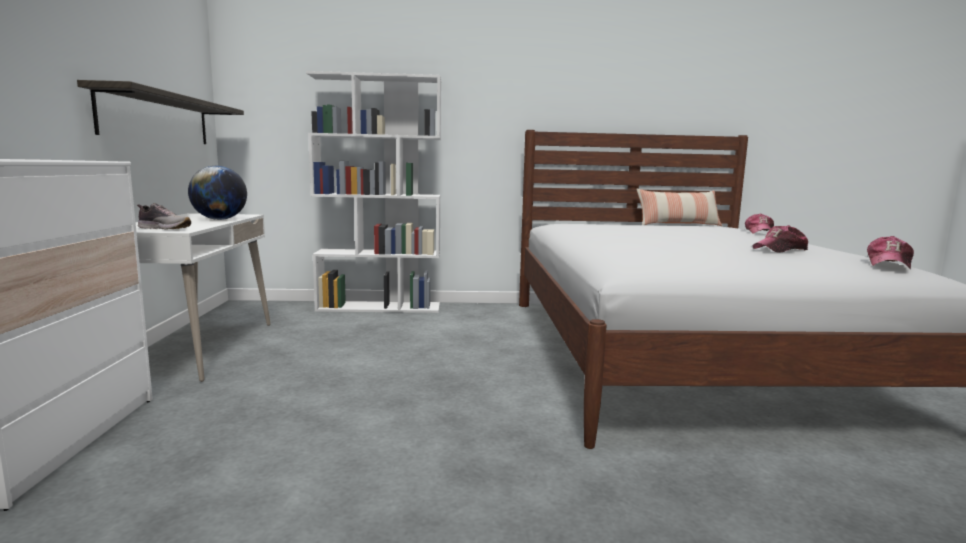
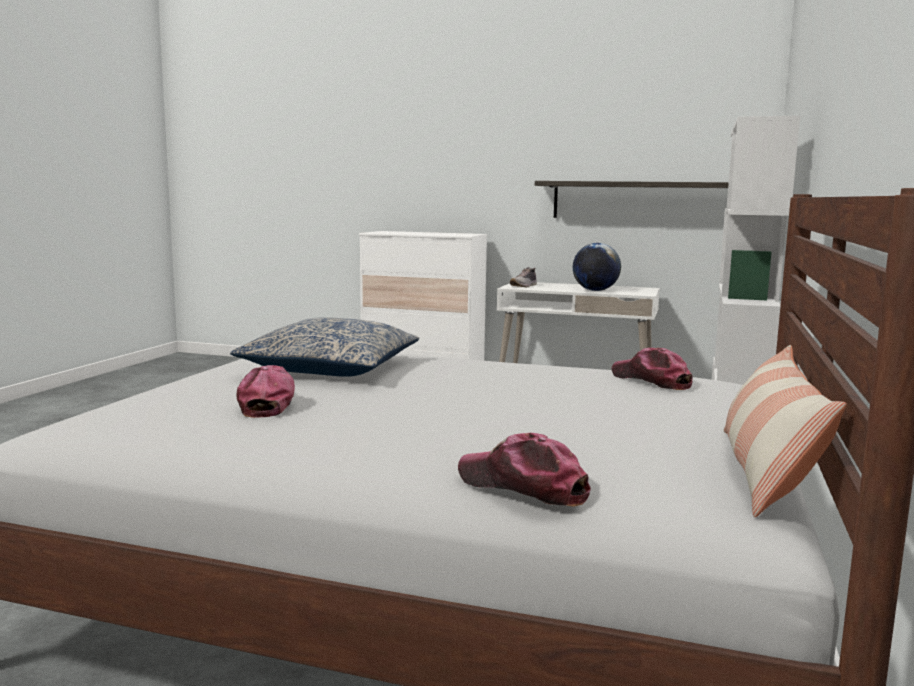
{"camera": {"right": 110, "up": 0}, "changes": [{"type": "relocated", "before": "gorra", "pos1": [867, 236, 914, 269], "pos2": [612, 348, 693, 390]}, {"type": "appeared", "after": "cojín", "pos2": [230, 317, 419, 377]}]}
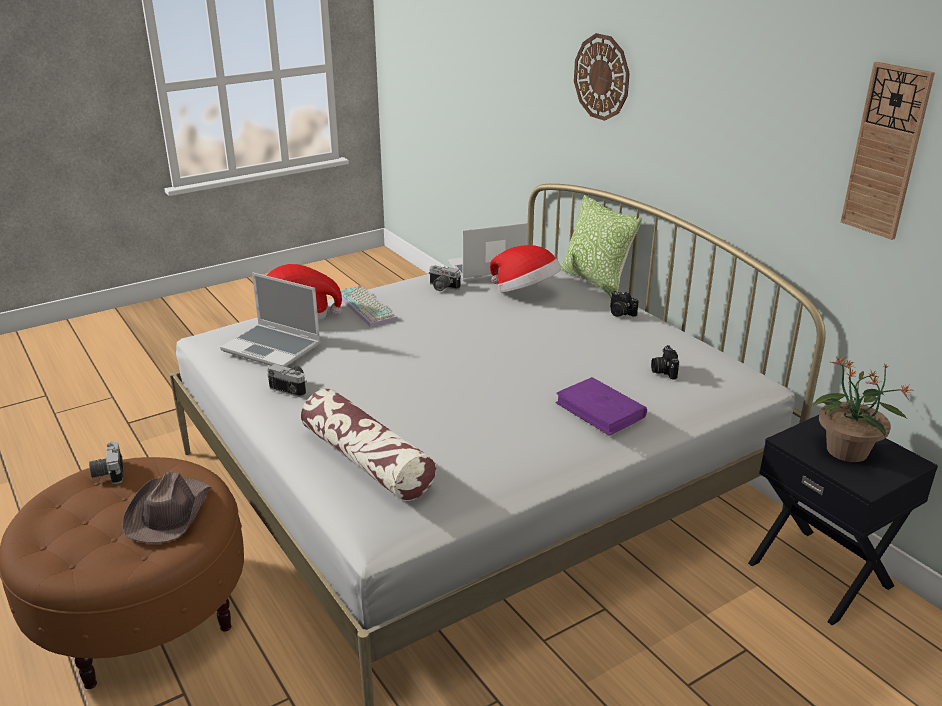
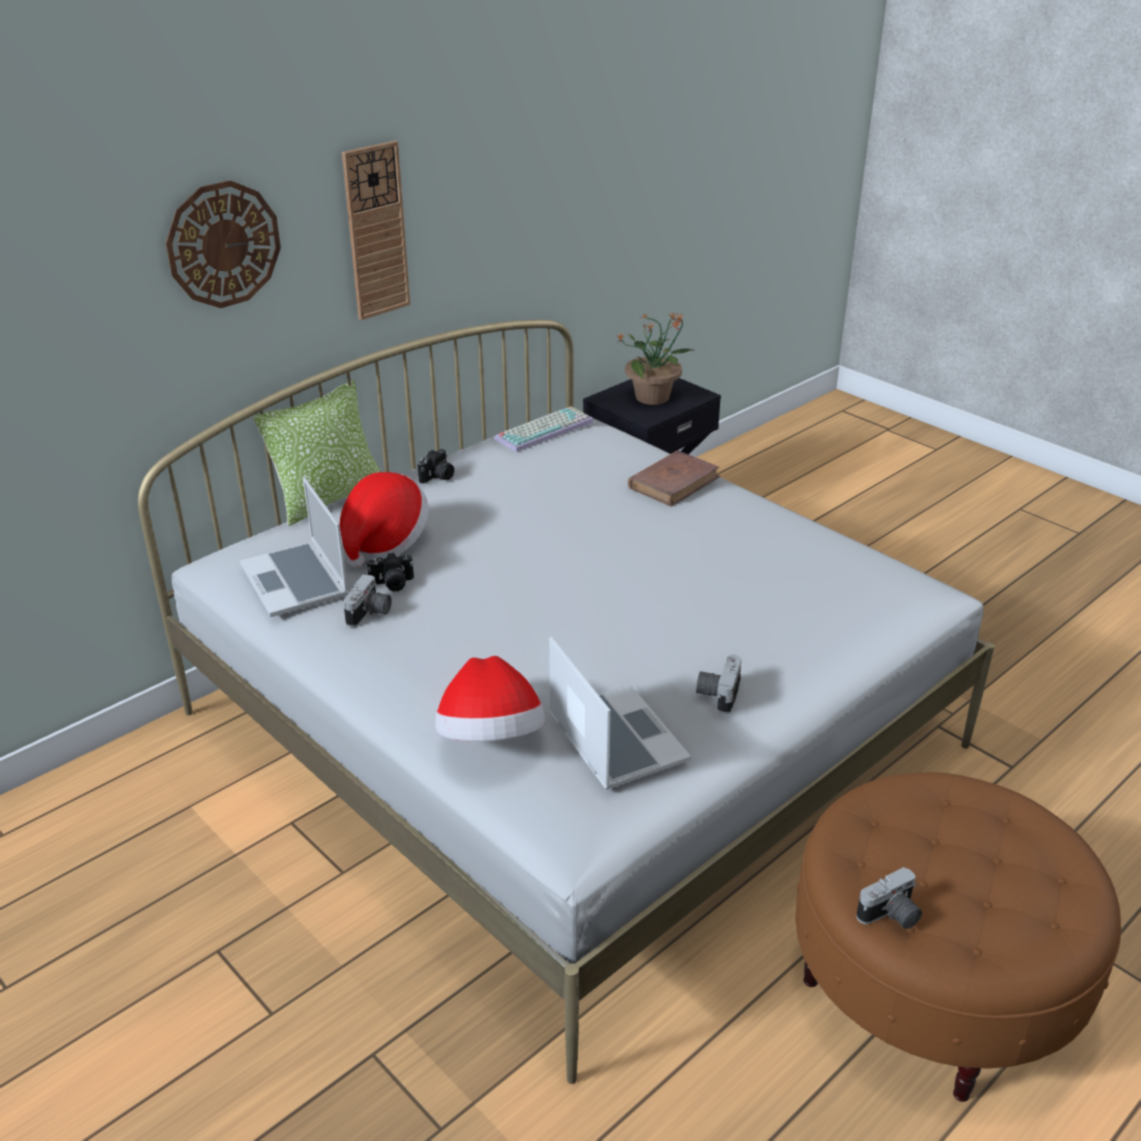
{"camera": {"right": -100, "up": 5}, "changes": [{"type": "relocated", "before": "reloj de pared", "pos1": [841, 62, 935, 240], "pos2": [342, 141, 410, 320]}, {"type": "spun", "before": "portátil", "pos1": [220, 272, 321, 367], "pos2": [549, 636, 691, 790], "turn": -45}, {"type": "relocated", "before": "teclado", "pos1": [340, 285, 398, 327], "pos2": [495, 406, 594, 452]}, {"type": "relocated", "before": "cámara", "pos1": [651, 345, 679, 380], "pos2": [367, 552, 414, 592]}, {"type": "colour", "before": "libro/morado", "after": "libro/marrón", "pos1": [556, 377, 647, 436], "pos2": [628, 450, 720, 507]}, {"type": "missing", "before": "cojín", "pos1": [301, 389, 436, 501]}, {"type": "missing", "before": "sombrero/marrón", "pos1": [122, 472, 211, 544]}]}
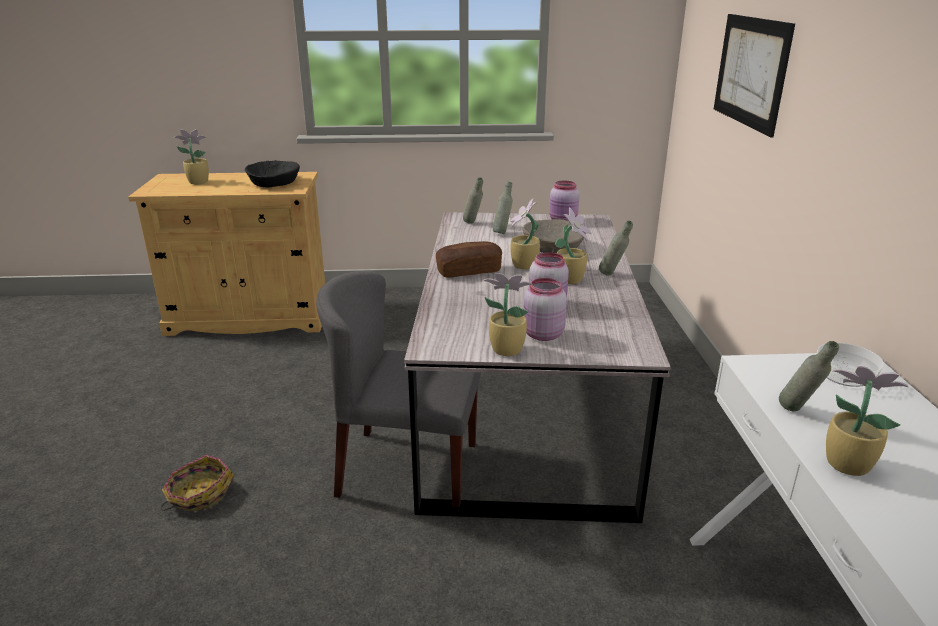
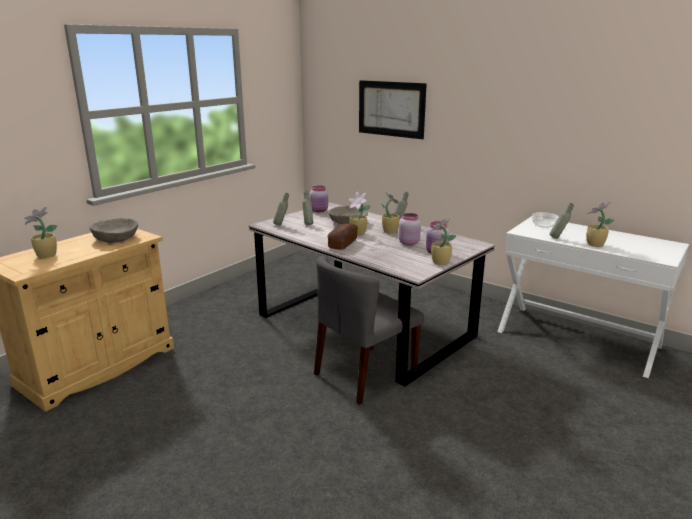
{"camera": {"right": -50, "up": -5}, "changes": [{"type": "colour", "before": "cuenco/negro", "after": "cuenco/beis", "pos1": [245, 160, 300, 187], "pos2": [89, 218, 138, 243]}, {"type": "missing", "before": "cesta", "pos1": [161, 455, 234, 512]}]}
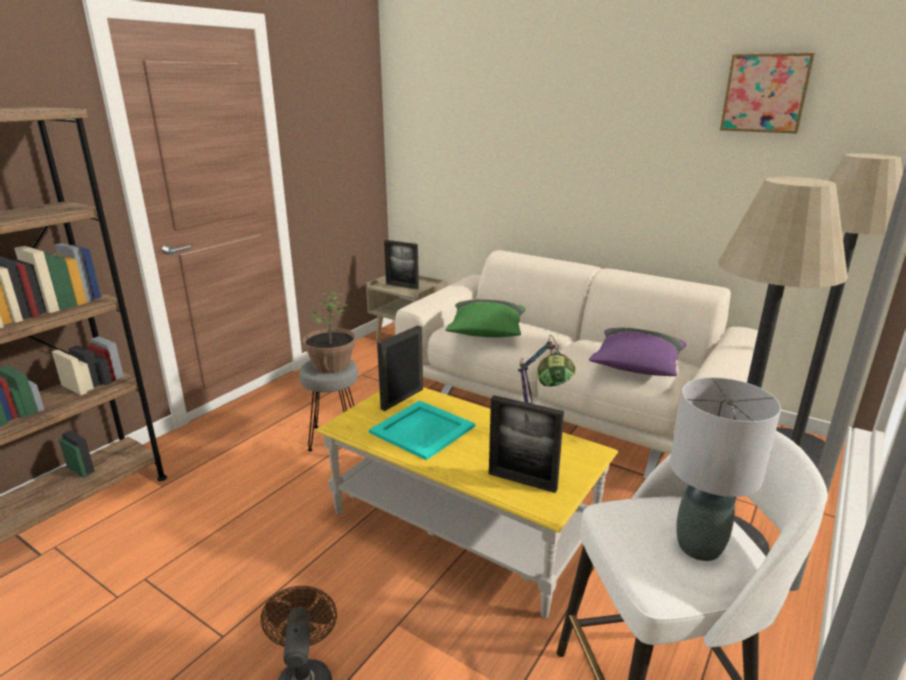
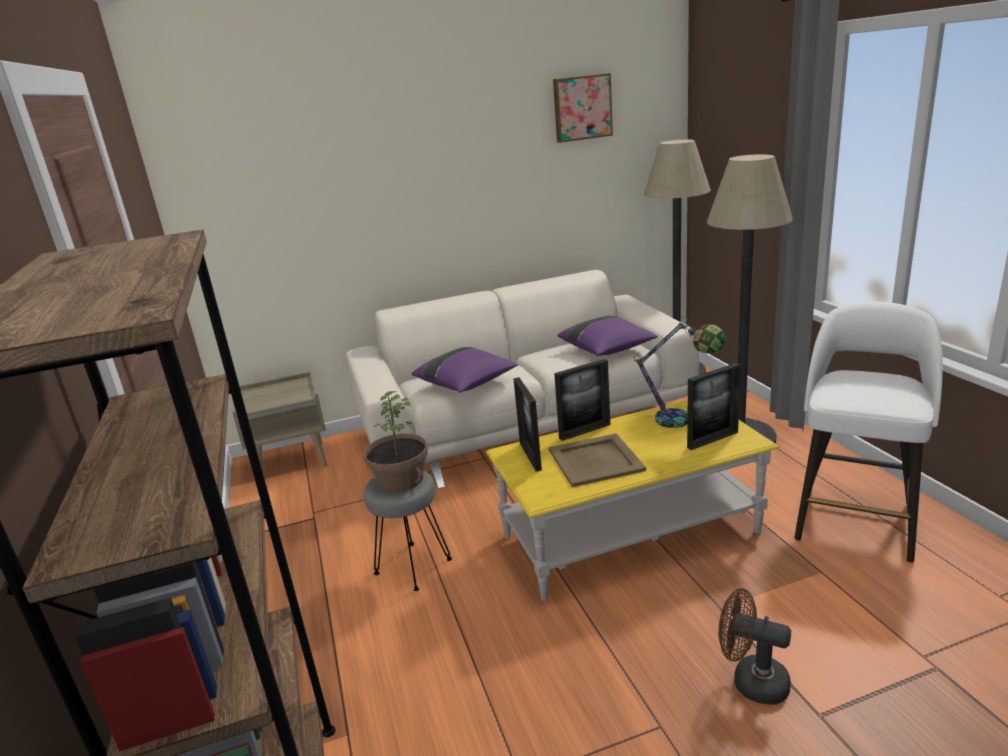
{"camera": {"right": -50, "up": 0}, "changes": [{"type": "relocated", "before": "portarretratos", "pos1": [384, 240, 419, 289], "pos2": [554, 359, 610, 441]}, {"type": "colour", "before": "cojín/verde", "after": "cojín/morado", "pos1": [446, 299, 525, 337], "pos2": [411, 347, 518, 393]}, {"type": "missing", "before": "lámpara de mesa/gris", "pos1": [670, 377, 781, 561]}, {"type": "colour", "before": "bandeja/turquesa", "after": "bandeja/beis", "pos1": [369, 400, 475, 460], "pos2": [549, 433, 646, 487]}]}
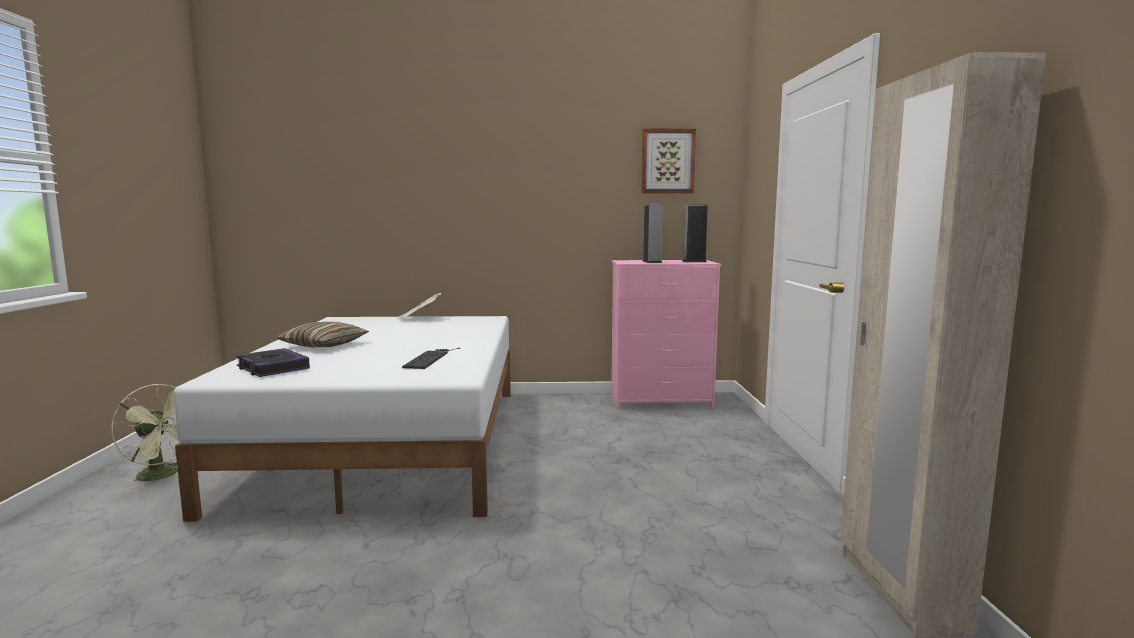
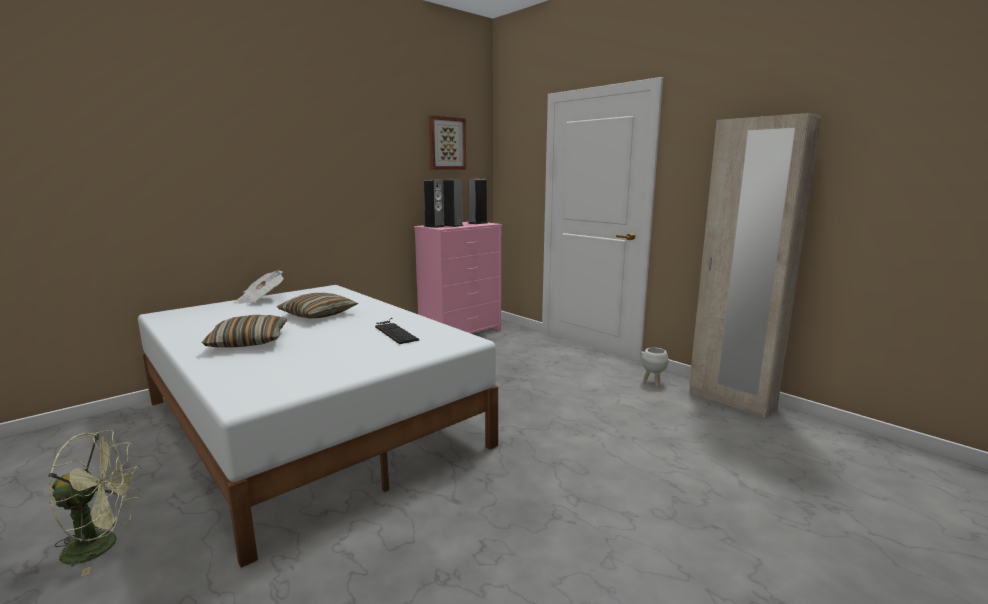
{"camera": {"right": -40, "up": 5}, "changes": [{"type": "missing", "before": "libro", "pos1": [236, 348, 310, 377]}, {"type": "appeared", "after": "altavoz", "pos2": [424, 179, 444, 228]}, {"type": "appeared", "after": "cojín", "pos2": [277, 293, 358, 319]}, {"type": "appeared", "after": "maceta/blanco", "pos2": [642, 347, 668, 387]}]}
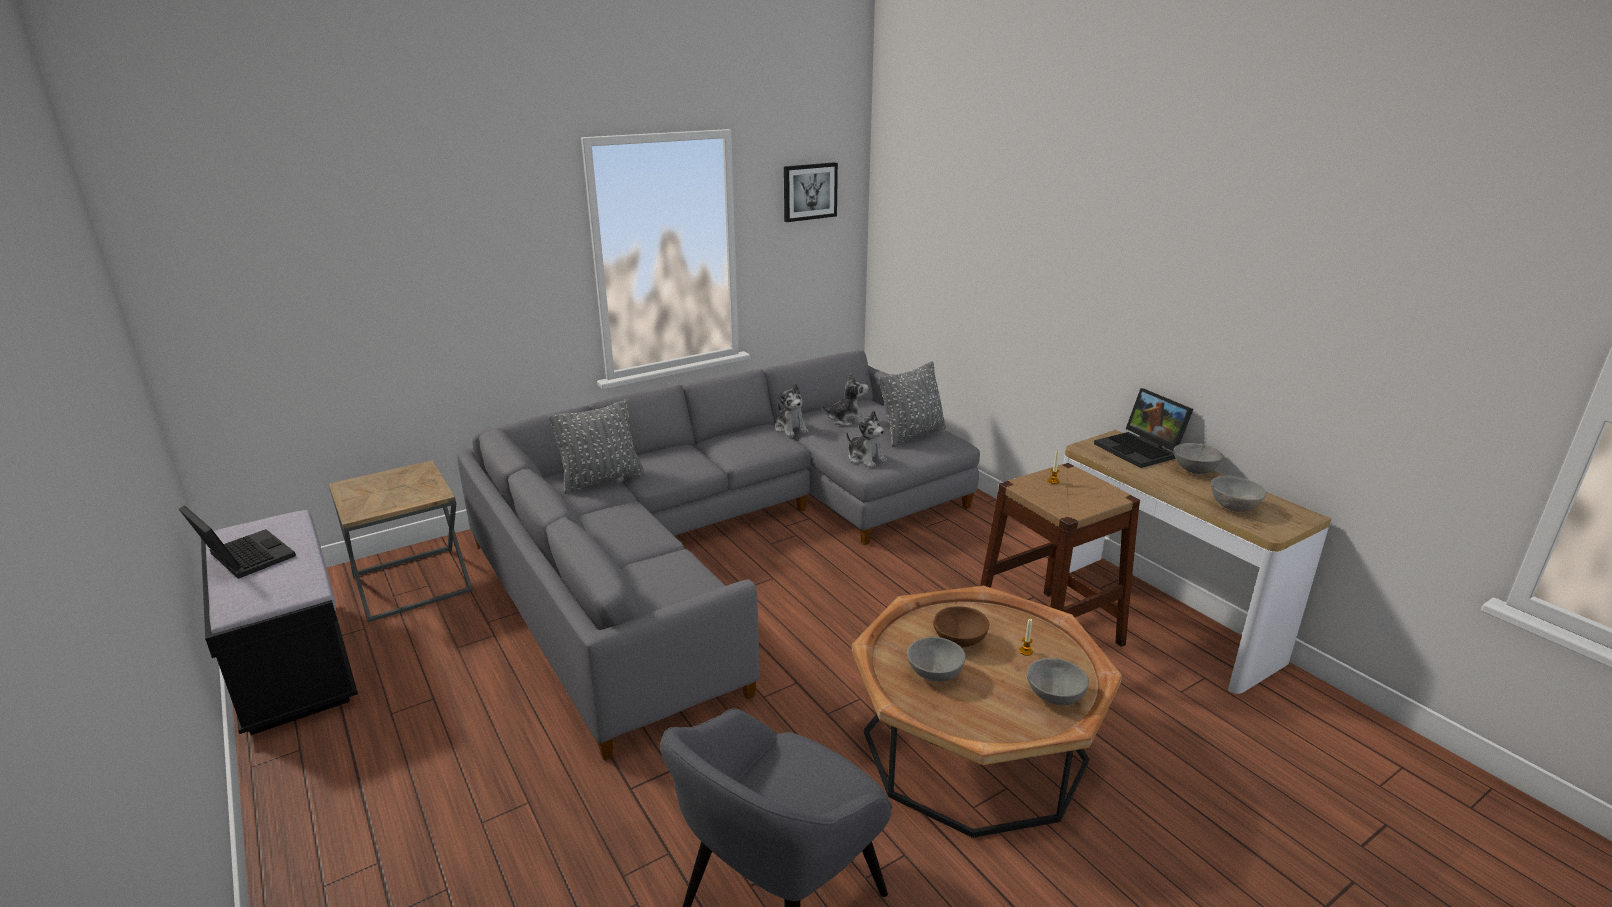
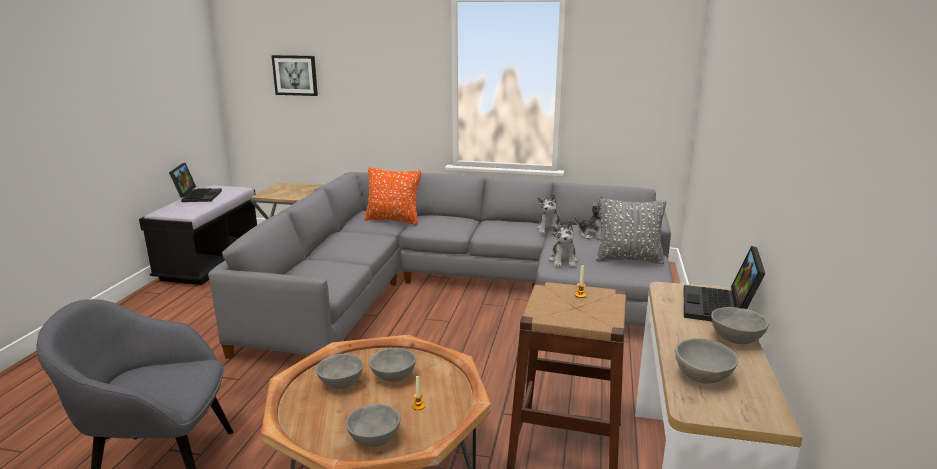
{"camera": {"right": 45, "up": -5}, "changes": [{"type": "relocated", "before": "cuadro", "pos1": [784, 162, 838, 222], "pos2": [271, 55, 318, 96]}, {"type": "colour", "before": "cojín/gris", "after": "cojín/naranja", "pos1": [548, 399, 645, 494], "pos2": [364, 167, 421, 225]}, {"type": "colour", "before": "cuenco/marrón", "after": "cuenco/gris", "pos1": [933, 606, 990, 647], "pos2": [369, 348, 416, 382]}]}
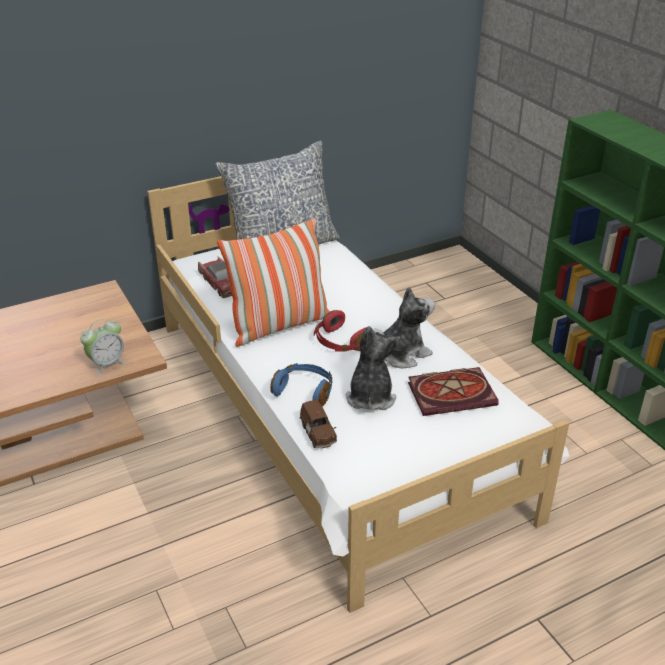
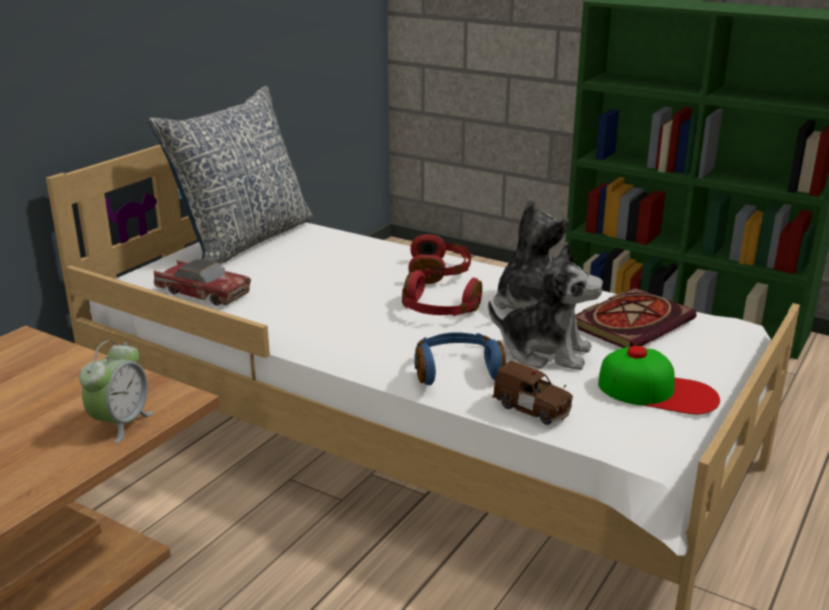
{"camera": {"right": -30, "up": -10}, "changes": [{"type": "missing", "before": "cojín", "pos1": [217, 218, 330, 347]}, {"type": "spun", "before": "peluche", "pos1": [346, 326, 400, 410], "pos2": [488, 242, 603, 370], "turn": 135}, {"type": "appeared", "after": "auriculares/rojo", "pos2": [408, 234, 471, 284]}, {"type": "appeared", "after": "gorra", "pos2": [598, 346, 720, 414]}]}
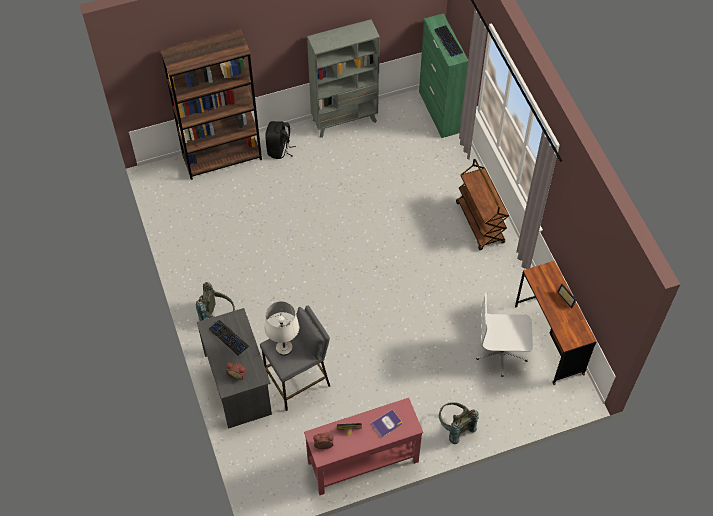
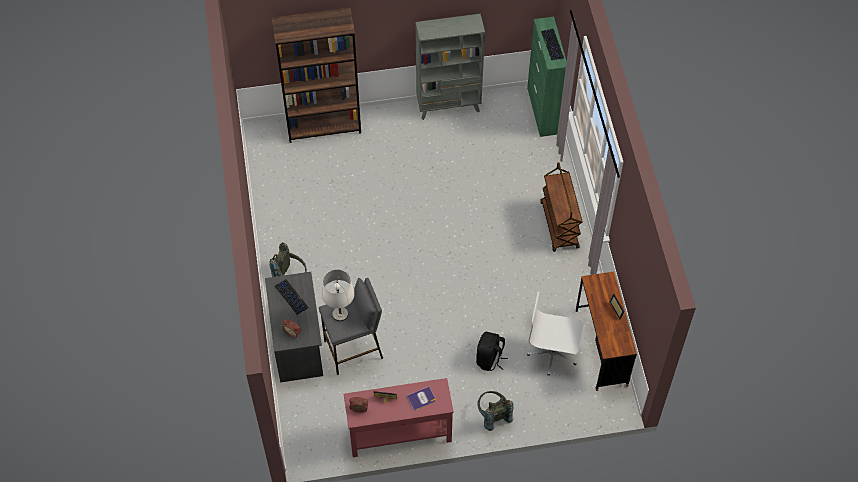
{"camera": {"right": 10, "up": 0}, "changes": [{"type": "relocated", "before": "mochila/negro", "pos1": [265, 121, 296, 159], "pos2": [476, 332, 508, 371]}]}
